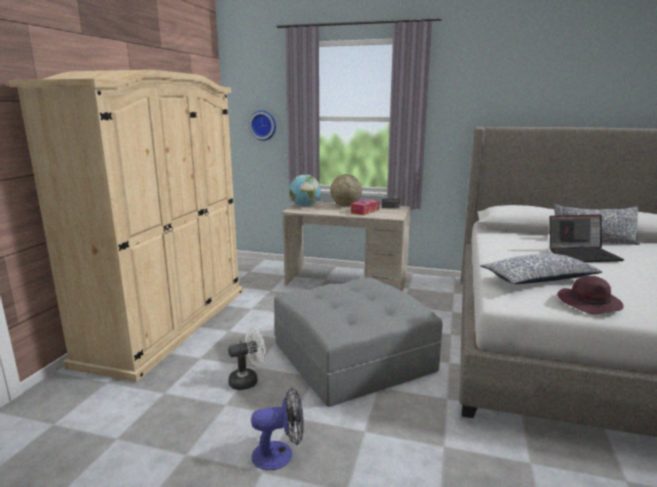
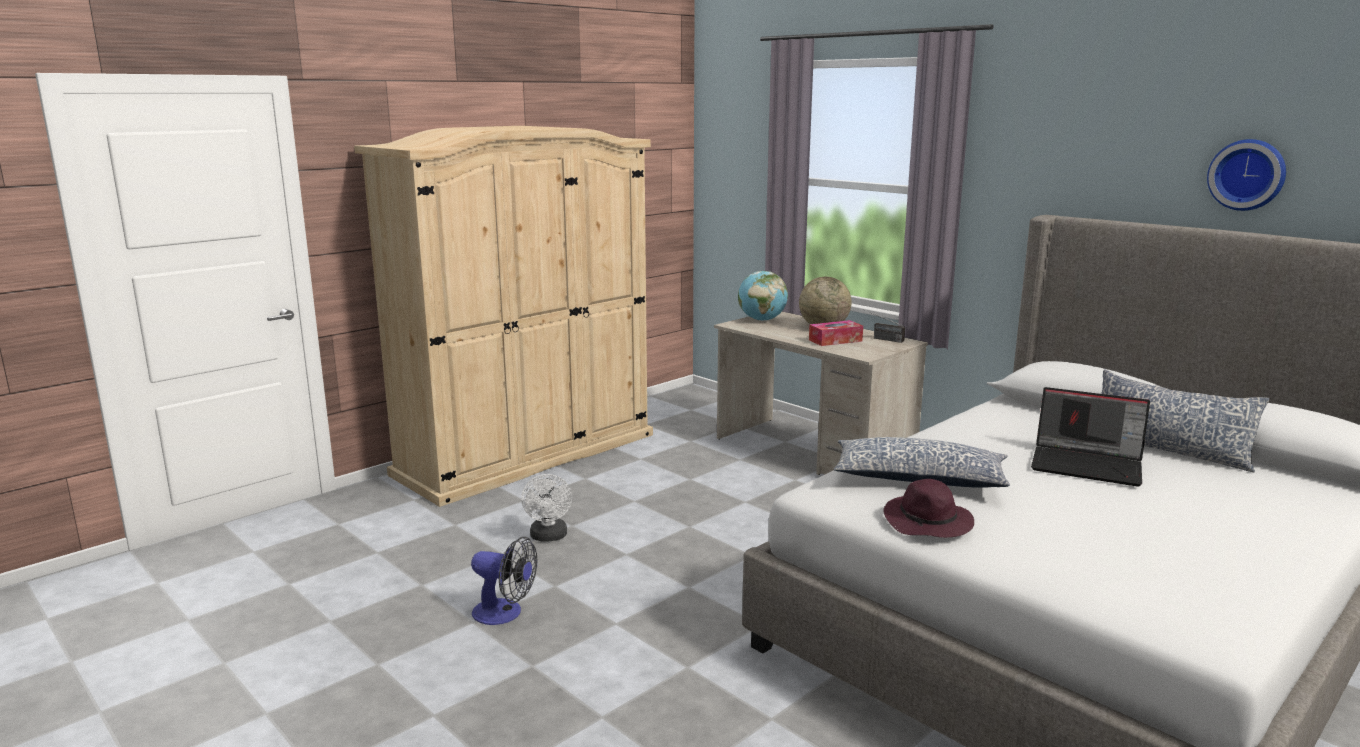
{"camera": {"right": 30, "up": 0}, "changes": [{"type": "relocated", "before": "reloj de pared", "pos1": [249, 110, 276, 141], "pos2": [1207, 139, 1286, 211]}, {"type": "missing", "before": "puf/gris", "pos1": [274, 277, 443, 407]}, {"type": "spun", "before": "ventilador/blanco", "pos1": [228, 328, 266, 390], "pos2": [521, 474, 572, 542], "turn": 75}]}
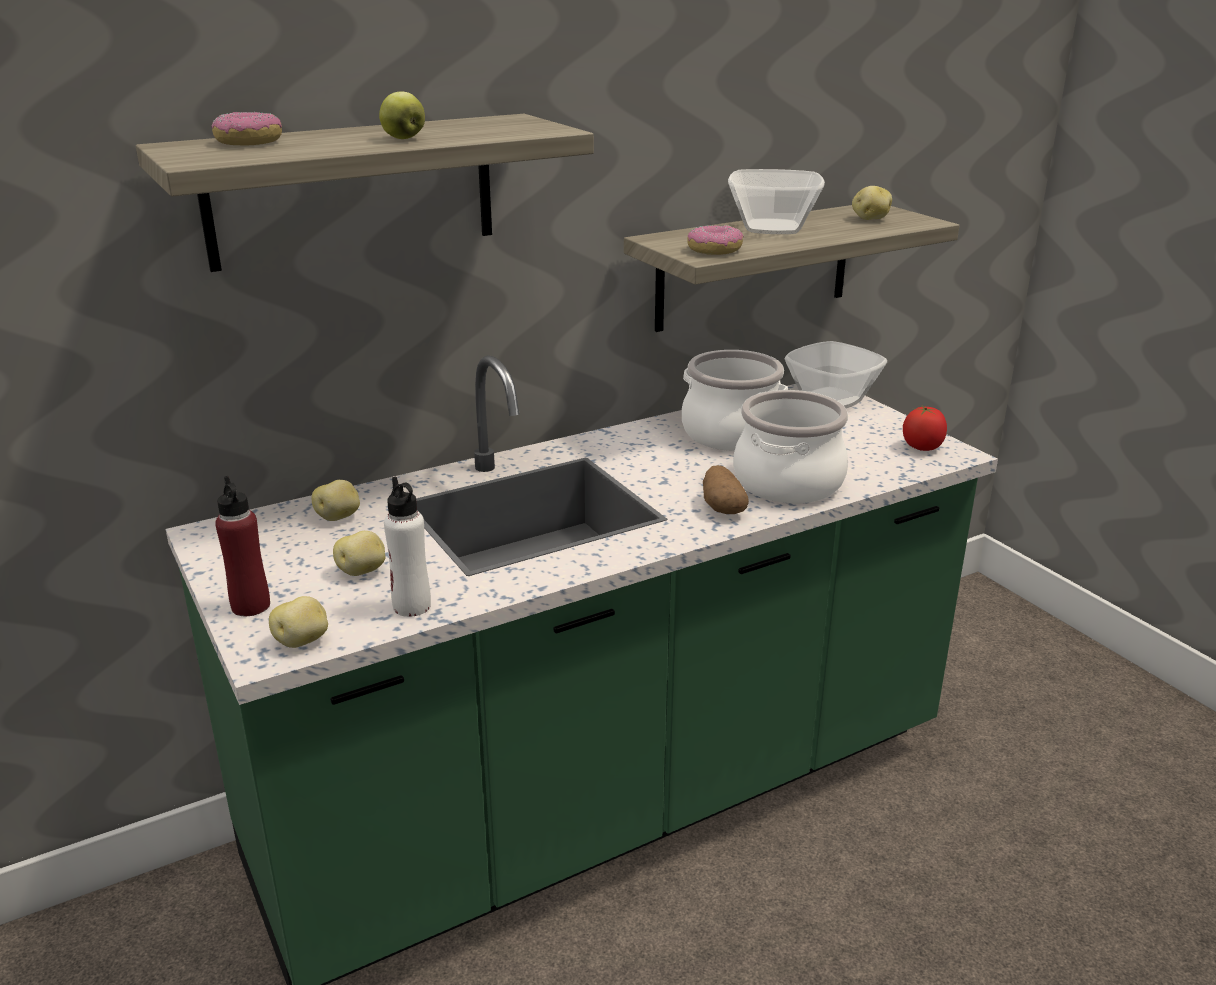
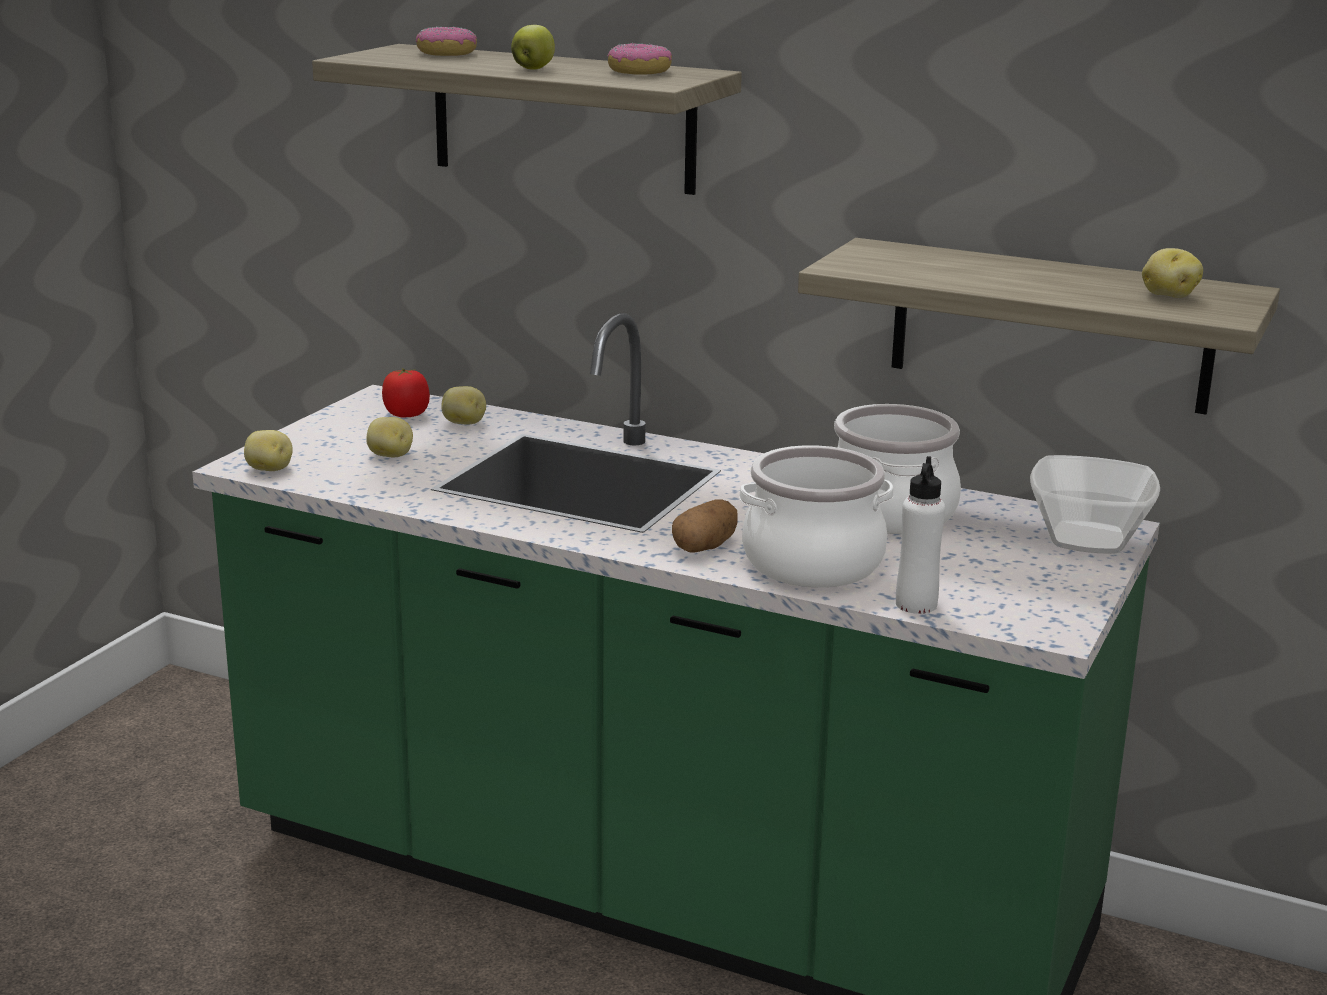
{"camera": {"right": 55, "up": -5}, "changes": [{"type": "missing", "before": "cuenco", "pos1": [728, 169, 825, 234]}, {"type": "relocated", "before": "rosquilla", "pos1": [687, 225, 744, 255], "pos2": [608, 43, 672, 75]}, {"type": "relocated", "before": "tomate", "pos1": [903, 406, 947, 451], "pos2": [382, 368, 430, 417]}, {"type": "missing", "before": "botella/rojo", "pos1": [215, 476, 270, 616]}, {"type": "relocated", "before": "botella/blanco", "pos1": [384, 476, 431, 617], "pos2": [896, 456, 945, 614]}]}
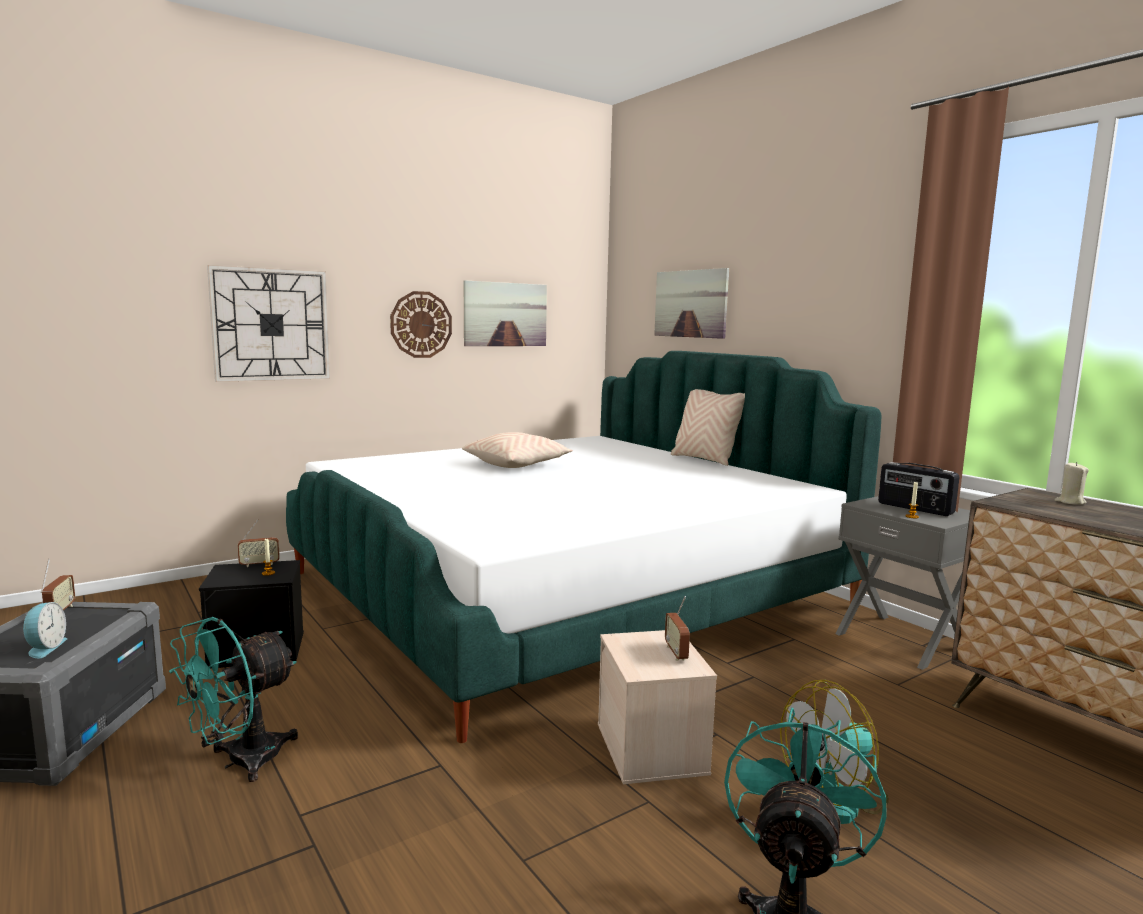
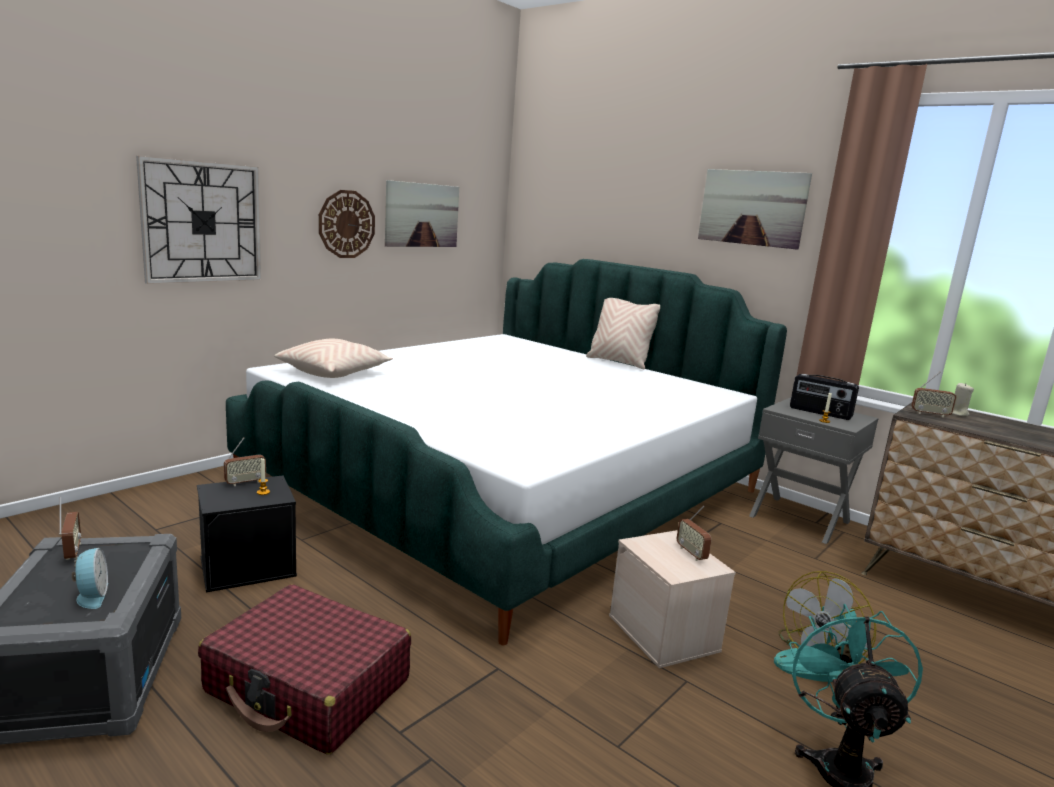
{"camera": {"right": -15, "up": 5}, "changes": [{"type": "relocated", "before": "cuadro", "pos1": [654, 268, 729, 339], "pos2": [698, 169, 812, 250]}, {"type": "relocated", "before": "cojín/beis", "pos1": [462, 432, 573, 468], "pos2": [274, 339, 393, 378]}, {"type": "exchanged", "before": "ventilador/turquesa", "after": "maleta/rojo", "pos1": [169, 617, 298, 782], "pos2": [198, 585, 411, 754]}, {"type": "appeared", "after": "radio", "pos2": [911, 372, 957, 417]}]}
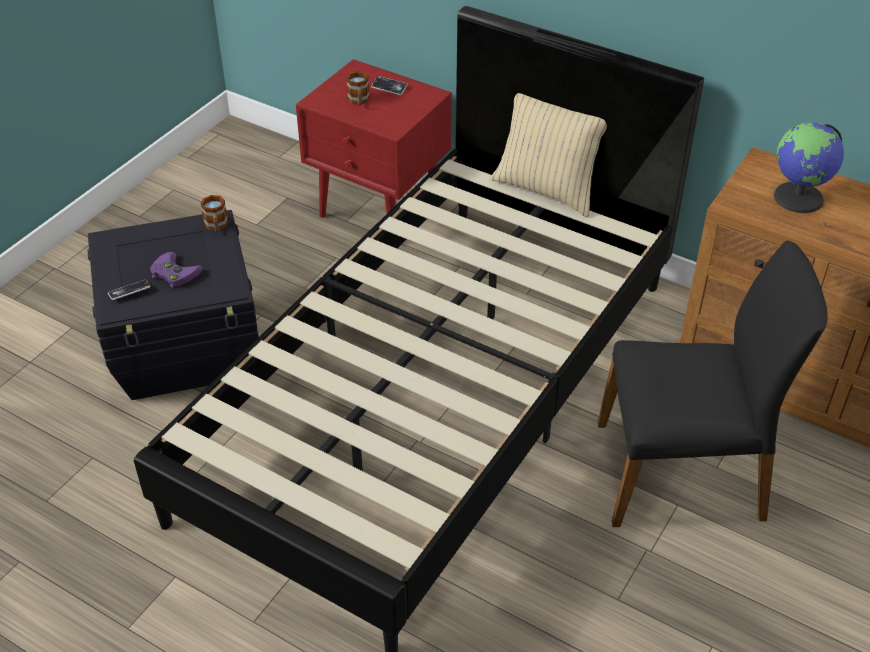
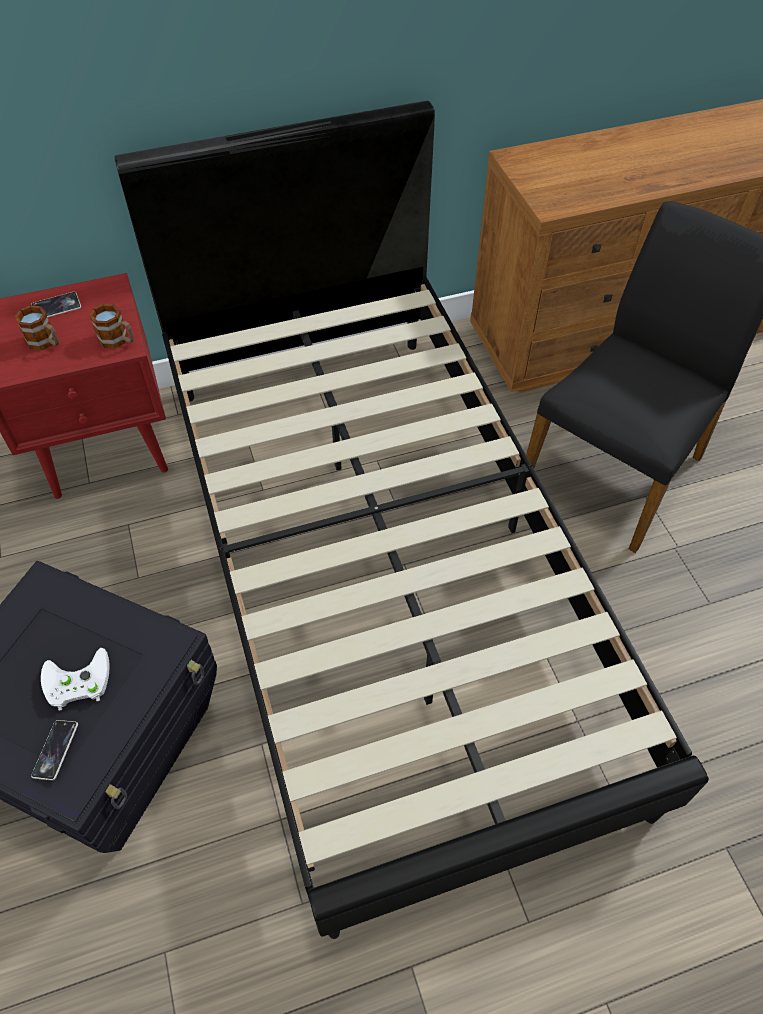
{"camera": {"right": -50, "up": 10}, "changes": [{"type": "missing", "before": "cojín/beis", "pos1": [491, 93, 607, 217]}, {"type": "missing", "before": "globo terráqueo", "pos1": [773, 122, 844, 213]}, {"type": "relocated", "before": "taza grande", "pos1": [201, 195, 228, 232], "pos2": [89, 304, 134, 348]}, {"type": "colour", "before": "mando de consola/morado", "after": "mando de consola/blanco", "pos1": [150, 252, 203, 288], "pos2": [41, 648, 110, 711]}]}
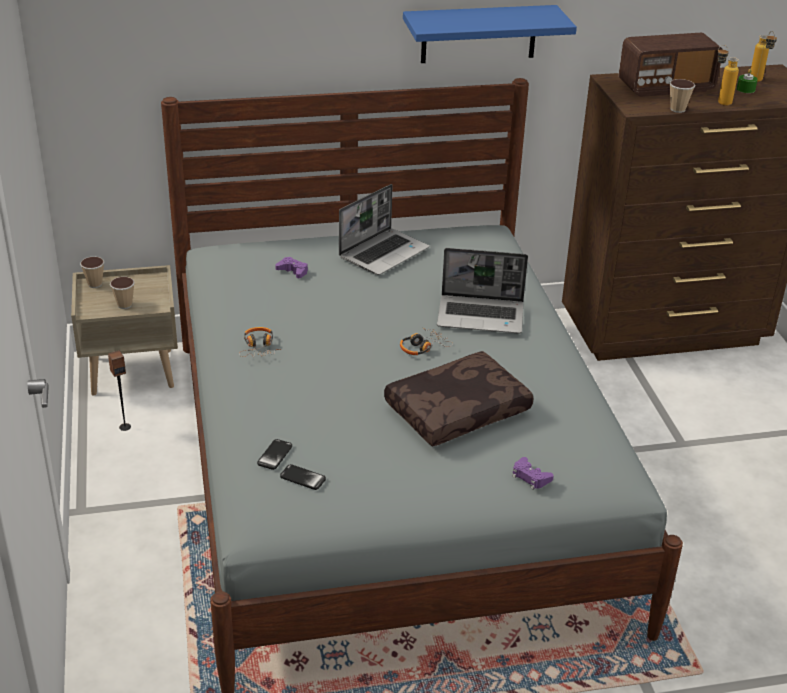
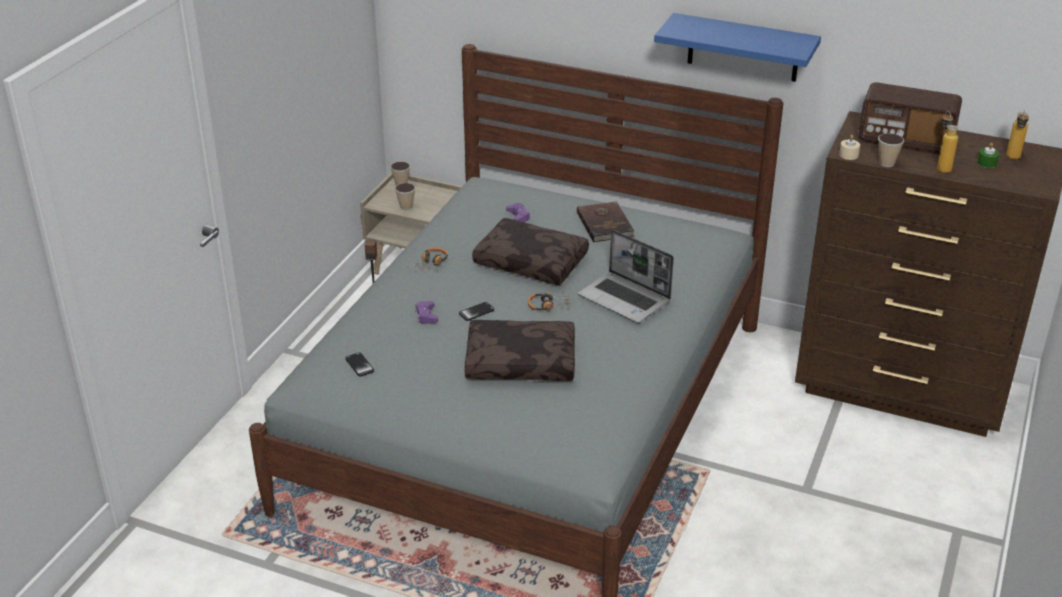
{"camera": {"right": 35, "up": 0}, "changes": [{"type": "exchanged", "before": "portátil", "after": "libro/marrón", "pos1": [339, 184, 429, 275], "pos2": [577, 201, 635, 242]}, {"type": "relocated", "before": "móvil", "pos1": [257, 439, 292, 470], "pos2": [459, 302, 494, 321]}, {"type": "relocated", "before": "mando de consola/morado", "pos1": [512, 457, 554, 490], "pos2": [415, 301, 438, 324]}, {"type": "appeared", "after": "vela/beis", "pos2": [839, 135, 860, 160]}, {"type": "appeared", "after": "cojín/marrón", "pos2": [472, 218, 589, 285]}]}
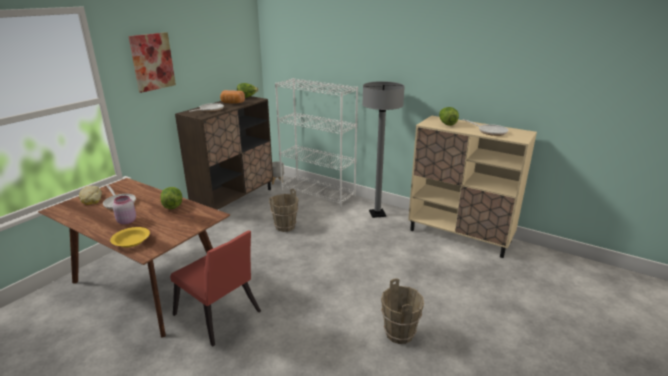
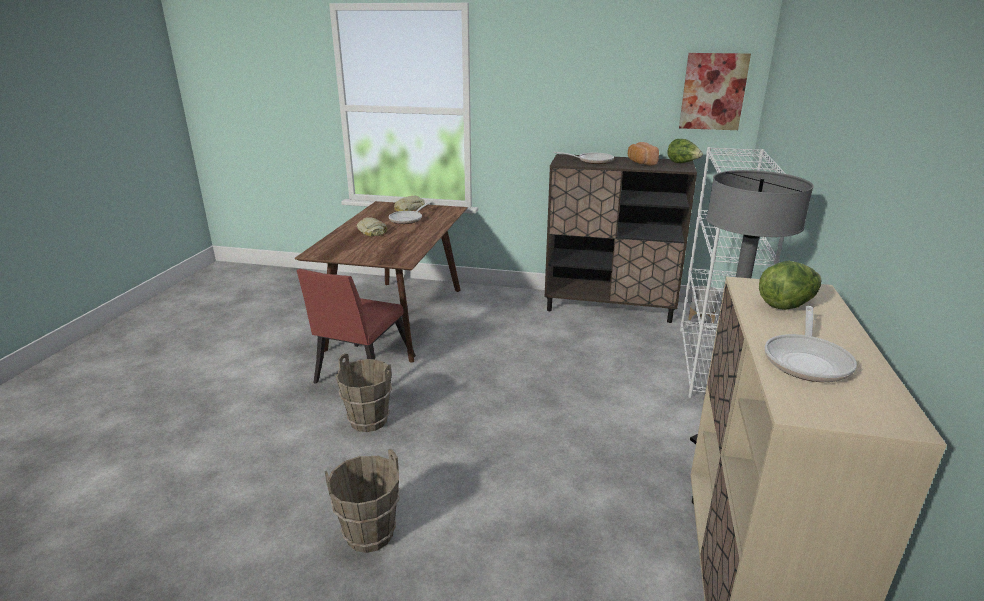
{"camera": {"right": 70, "up": 0}, "changes": [{"type": "relocated", "before": "cuadro", "pos1": [128, 32, 176, 93], "pos2": [679, 53, 751, 130]}, {"type": "missing", "before": "lechuga", "pos1": [161, 187, 182, 209]}, {"type": "relocated", "before": "cubo/marrón", "pos1": [269, 189, 299, 232], "pos2": [335, 354, 392, 432]}, {"type": "exchanged", "before": "tarro/rosa", "after": "pan", "pos1": [112, 196, 136, 225], "pos2": [357, 217, 387, 237]}, {"type": "missing", "before": "cuenco/amarillo", "pos1": [110, 227, 150, 248]}]}
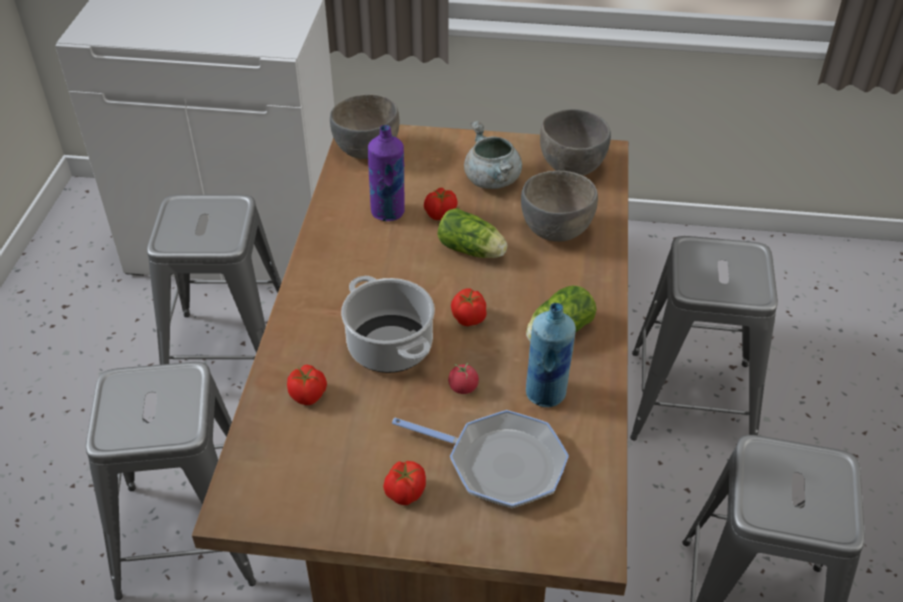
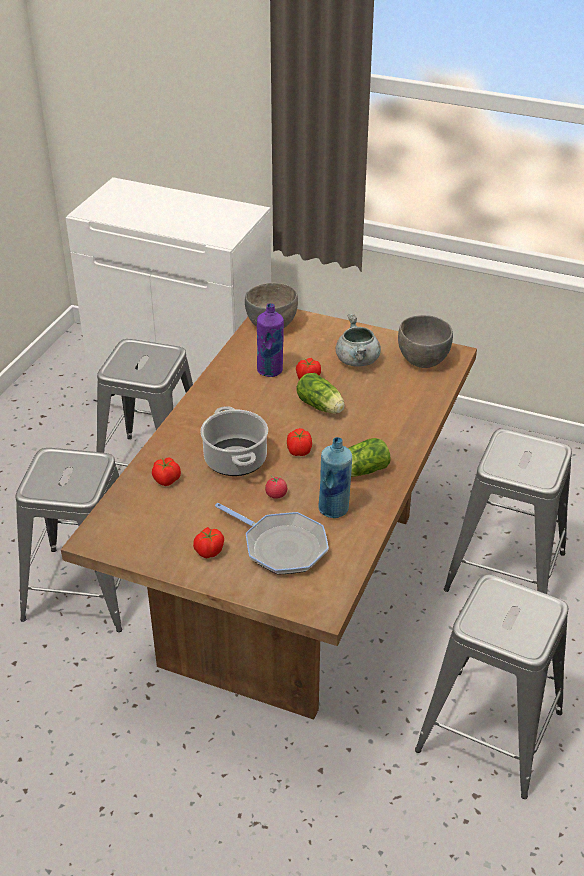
{"camera": {"right": 15, "up": -5}, "changes": [{"type": "missing", "before": "cuenco/gris", "pos1": [521, 171, 598, 242]}]}
